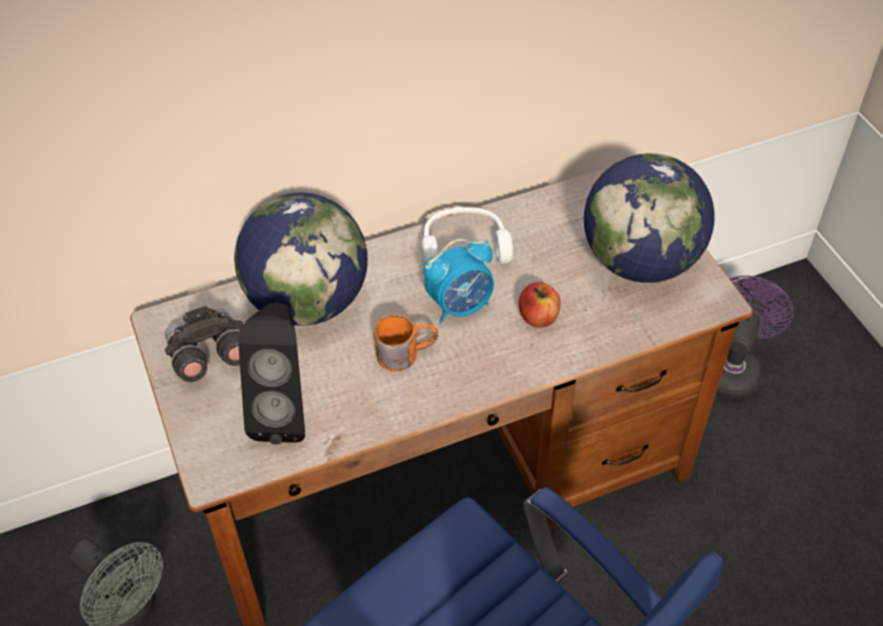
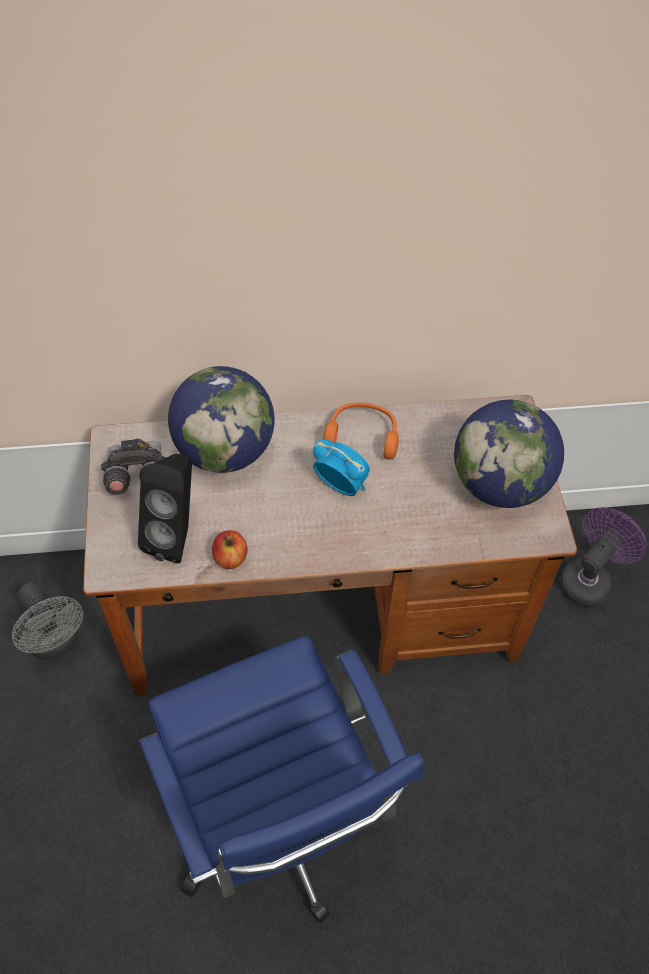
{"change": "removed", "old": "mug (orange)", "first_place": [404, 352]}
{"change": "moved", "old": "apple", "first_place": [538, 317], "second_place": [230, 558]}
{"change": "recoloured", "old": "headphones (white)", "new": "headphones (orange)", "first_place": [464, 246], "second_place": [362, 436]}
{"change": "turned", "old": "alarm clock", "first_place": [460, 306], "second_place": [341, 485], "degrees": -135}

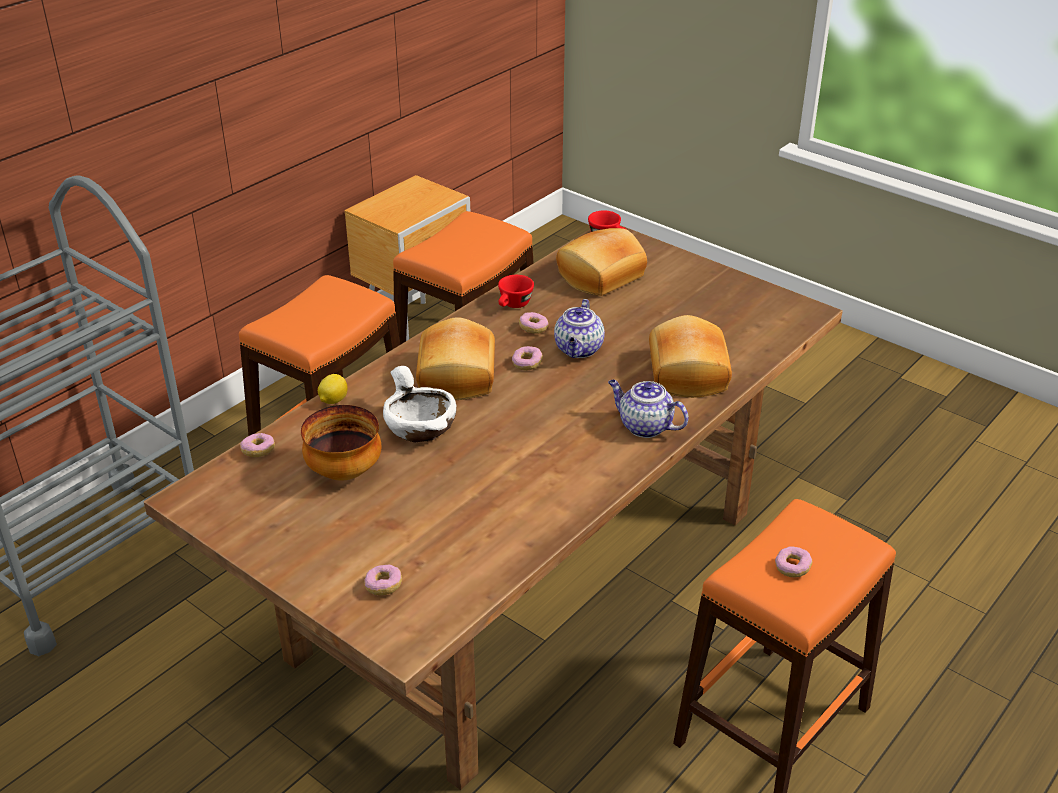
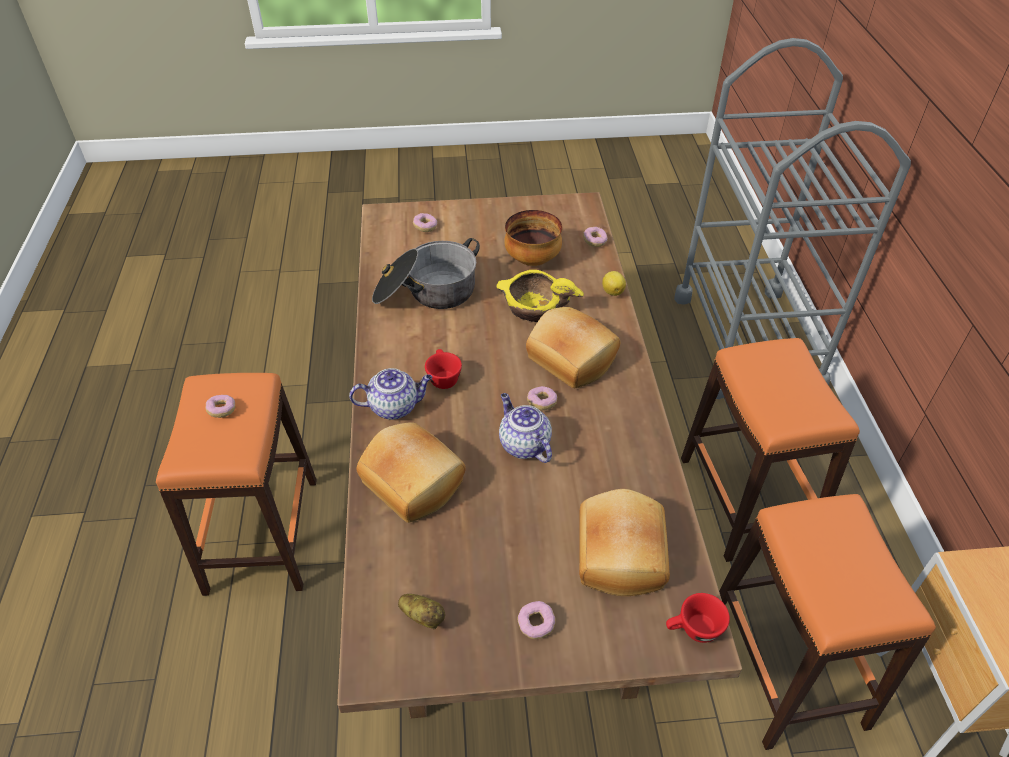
{"change": "added", "new": "cooking pot", "second_place": [426, 292]}
{"change": "added", "new": "potato", "second_place": [423, 616]}
{"change": "moved", "old": "cup (red)", "first_place": [513, 305], "second_place": [442, 377]}
{"change": "moved", "old": "donut", "first_place": [533, 328], "second_place": [536, 624]}
{"change": "recoloured", "old": "bowl (white)", "new": "bowl (yellow)", "first_place": [420, 428], "second_place": [534, 309]}

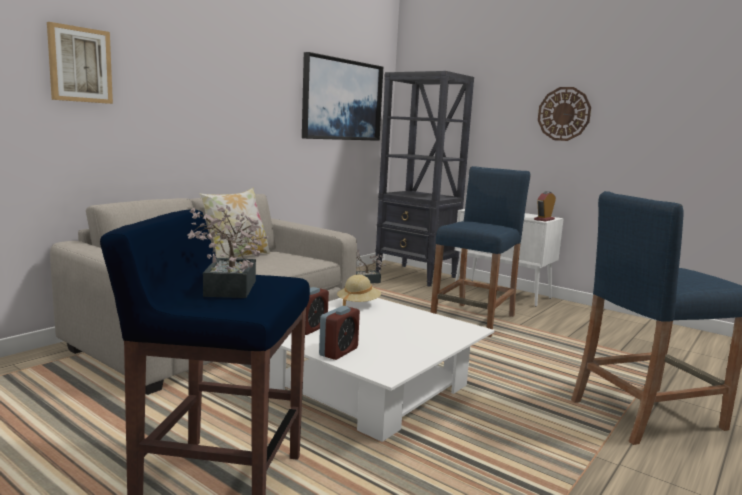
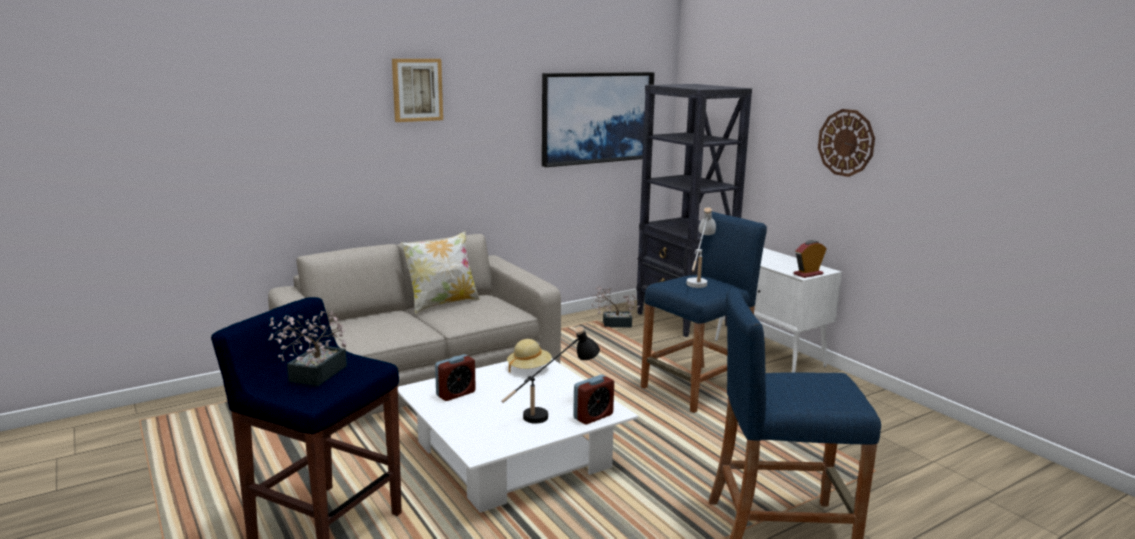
{"change": "added", "new": "table lamp (black)", "second_place": [550, 412]}
{"change": "added", "new": "table lamp (white)", "second_place": [699, 280]}
{"change": "moved", "old": "picture", "first_place": [80, 65], "second_place": [417, 90]}
{"change": "moved", "old": "alarm clock", "first_place": [338, 352], "second_place": [593, 416]}

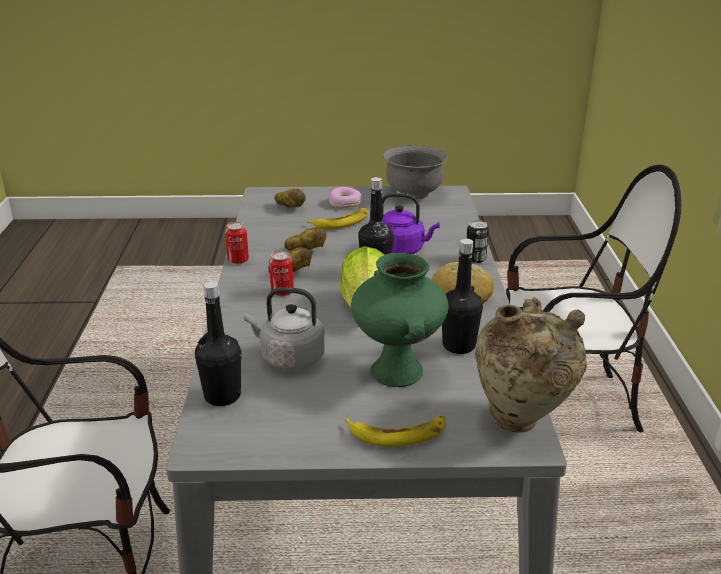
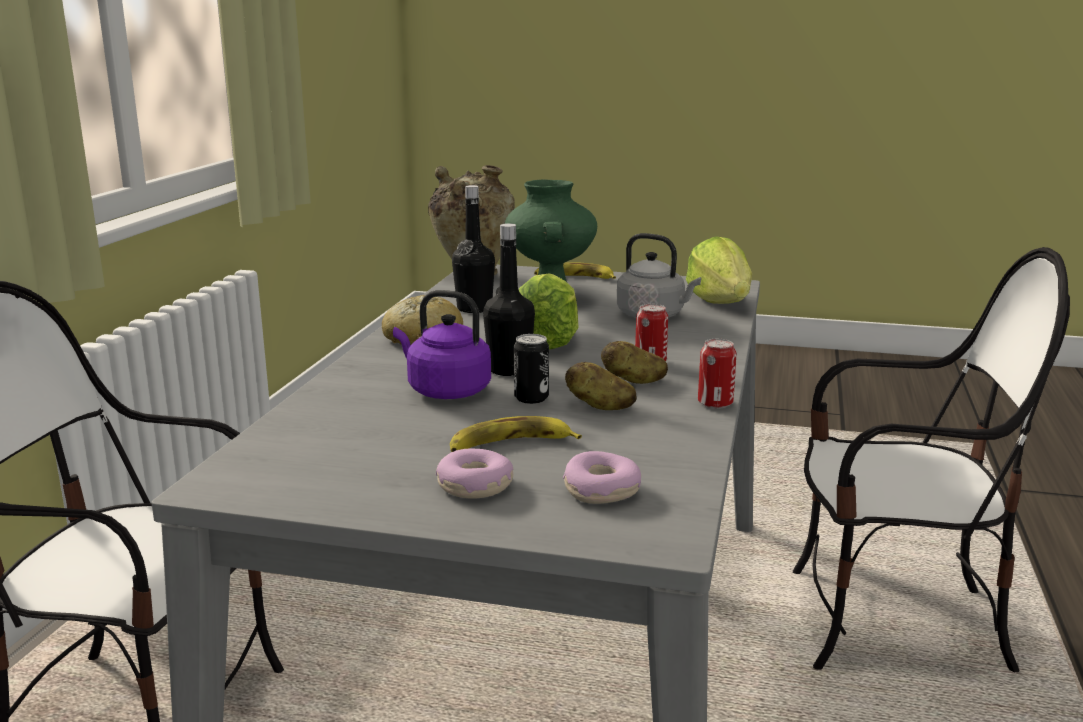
{"change": "removed", "old": "bowl (grey)", "first_place": [414, 193]}
{"change": "moved", "old": "can", "first_place": [475, 259], "second_place": [531, 398]}
{"change": "replaced", "old": "bottle (black)", "new": "lettuce", "first_place": [222, 396], "second_place": [720, 302]}
{"change": "replaced", "old": "potato", "new": "donut", "first_place": [290, 207], "second_place": [601, 490]}

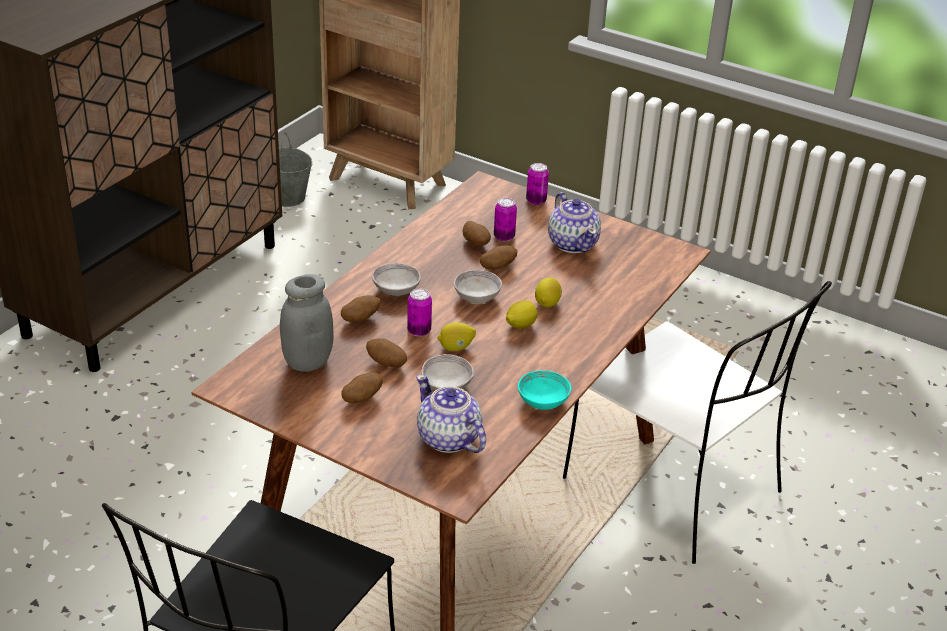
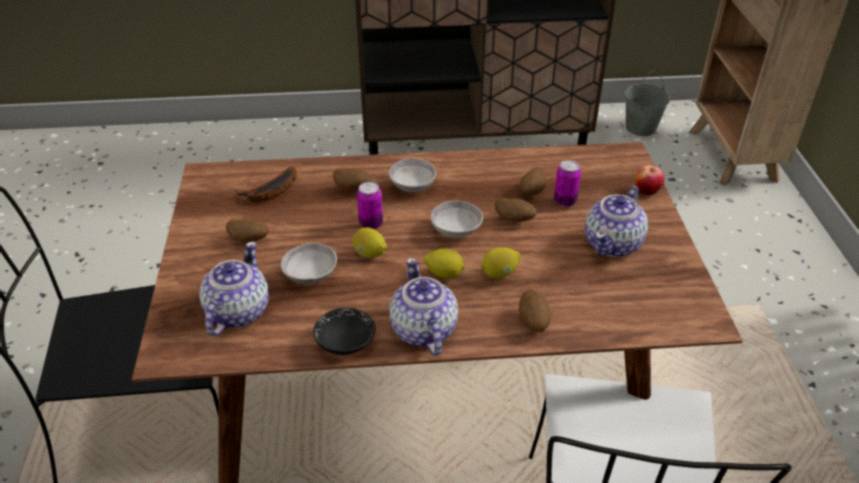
{"change": "added", "new": "teapot", "second_place": [423, 331]}
{"change": "moved", "old": "potato", "first_place": [386, 364], "second_place": [533, 321]}
{"change": "replaced", "old": "jar (grey)", "new": "banana", "first_place": [307, 362], "second_place": [270, 192]}
{"change": "replaced", "old": "can", "new": "apple", "first_place": [536, 201], "second_place": [646, 191]}
{"change": "recoloured", "old": "bowl (turquoise)", "new": "bowl (black)", "first_place": [543, 401], "second_place": [345, 343]}

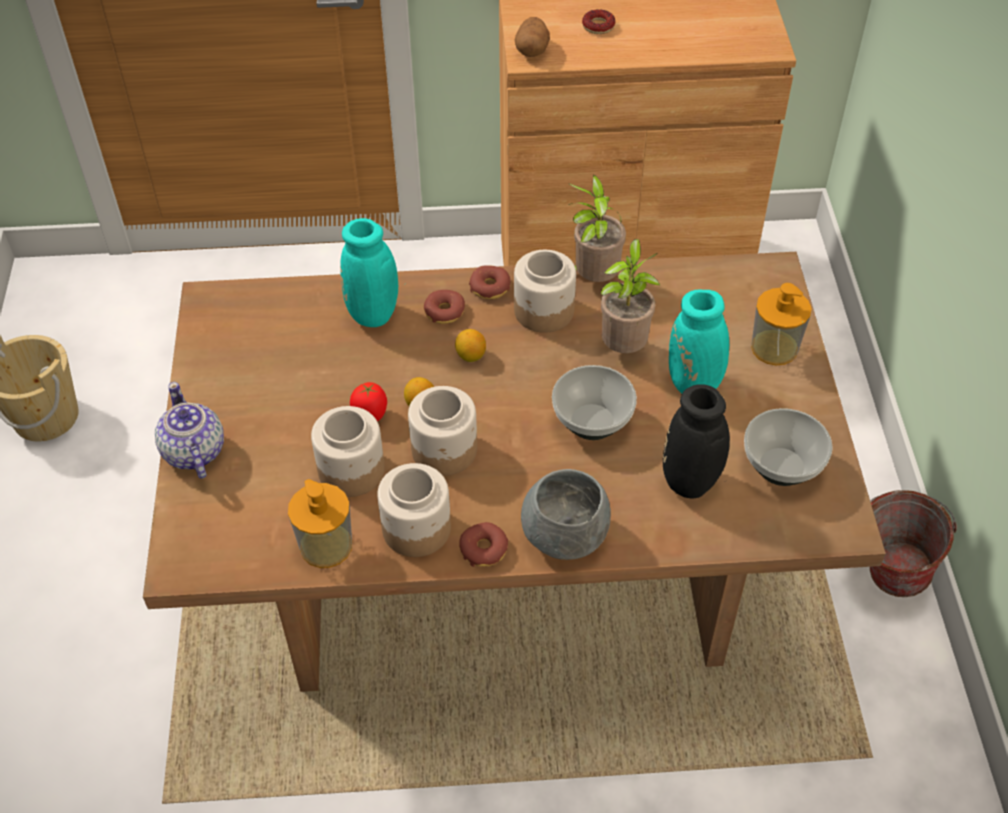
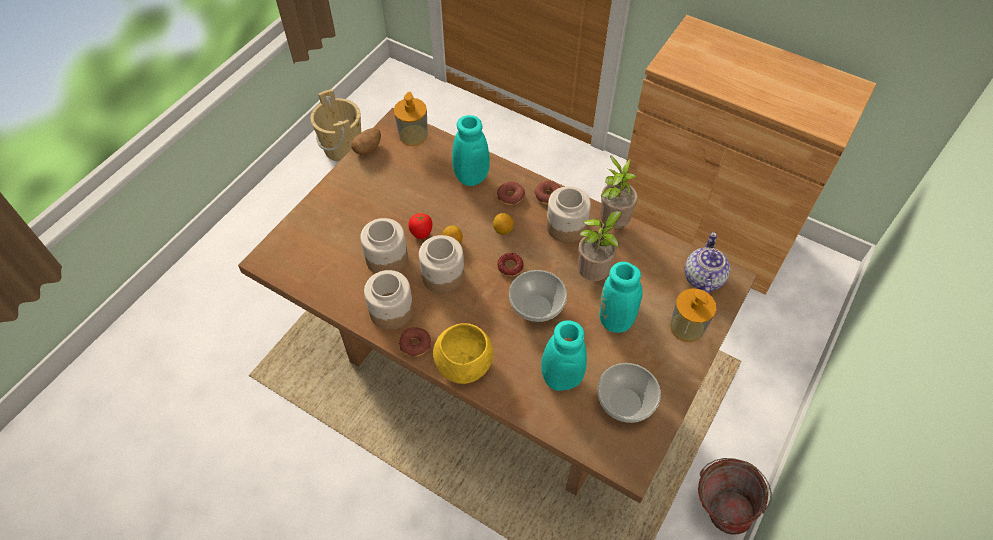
{"change": "moved", "old": "teapot", "first_place": [193, 452], "second_place": [702, 278]}
{"change": "moved", "old": "soap dispenser", "first_place": [326, 545], "second_place": [413, 135]}
{"change": "moved", "old": "potato", "first_place": [532, 50], "second_place": [368, 149]}
{"change": "moved", "old": "donut", "first_place": [598, 26], "second_place": [510, 267]}
{"change": "recoloured", "old": "bowl (grey)", "new": "bowl (yellow)", "first_place": [565, 536], "second_place": [464, 365]}
{"change": "recoloured", "old": "vase (black)", "new": "vase (turquoise)", "first_place": [689, 486], "second_place": [558, 380]}

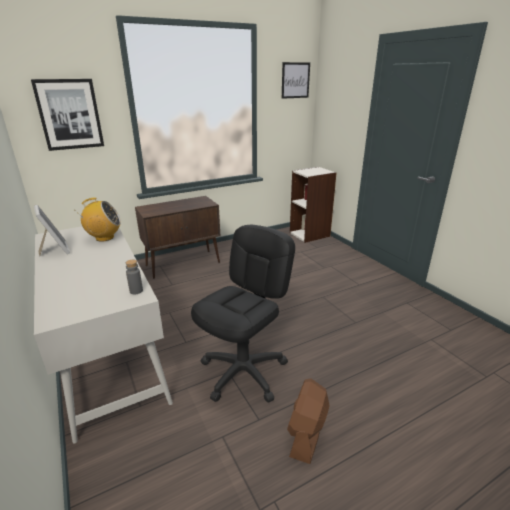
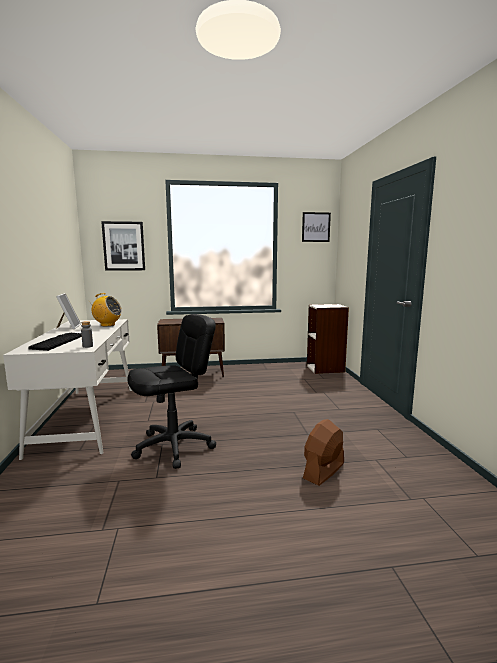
{"change": "added", "new": "keyboard", "second_place": [57, 342]}
{"change": "moved", "old": "fan (brown)", "first_place": [306, 434], "second_place": [323, 471]}

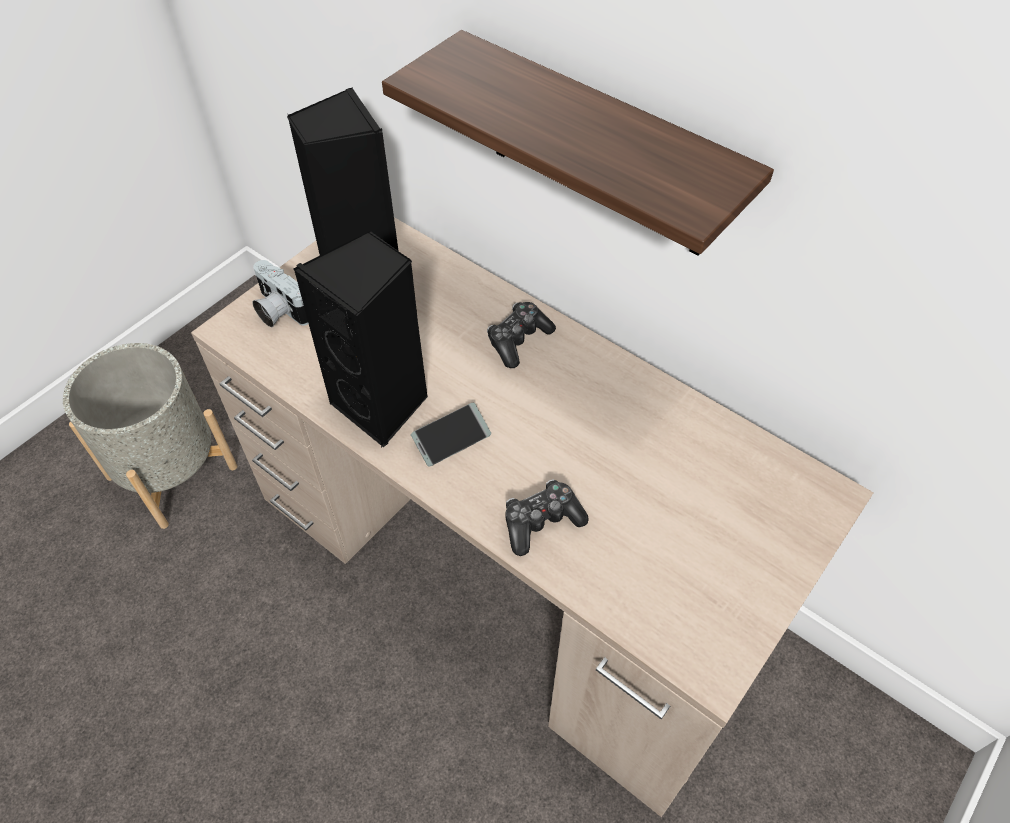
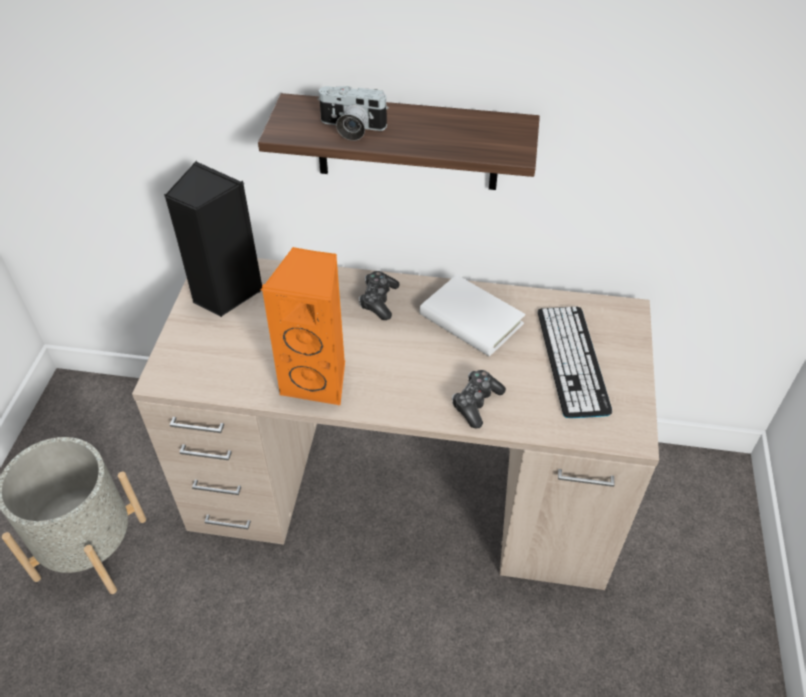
{"change": "removed", "old": "phone", "first_place": [451, 439]}
{"change": "added", "new": "book (white)", "second_place": [471, 319]}
{"change": "added", "new": "keyboard", "second_place": [572, 360]}
{"change": "moved", "old": "photo camera", "first_place": [279, 310], "second_place": [351, 128]}
{"change": "recoloured", "old": "speaker (black)", "new": "speaker (orange)", "first_place": [383, 405], "second_place": [318, 380]}

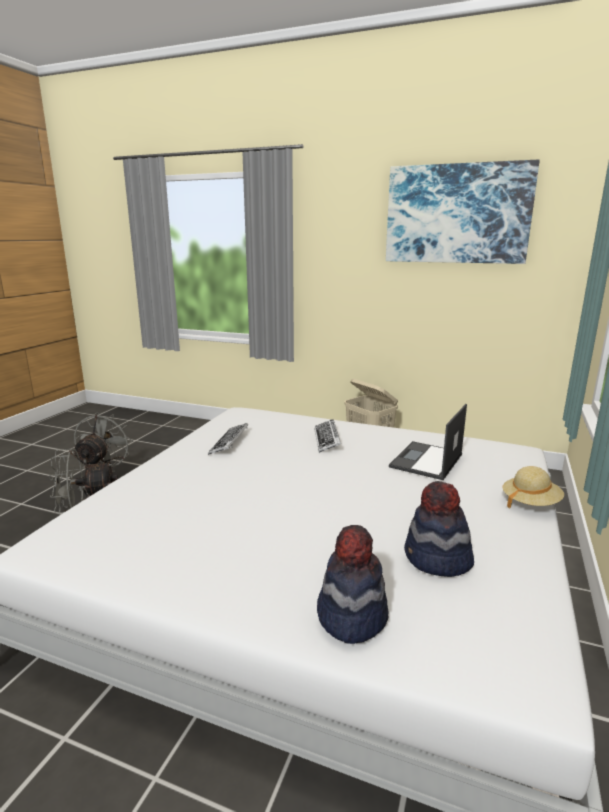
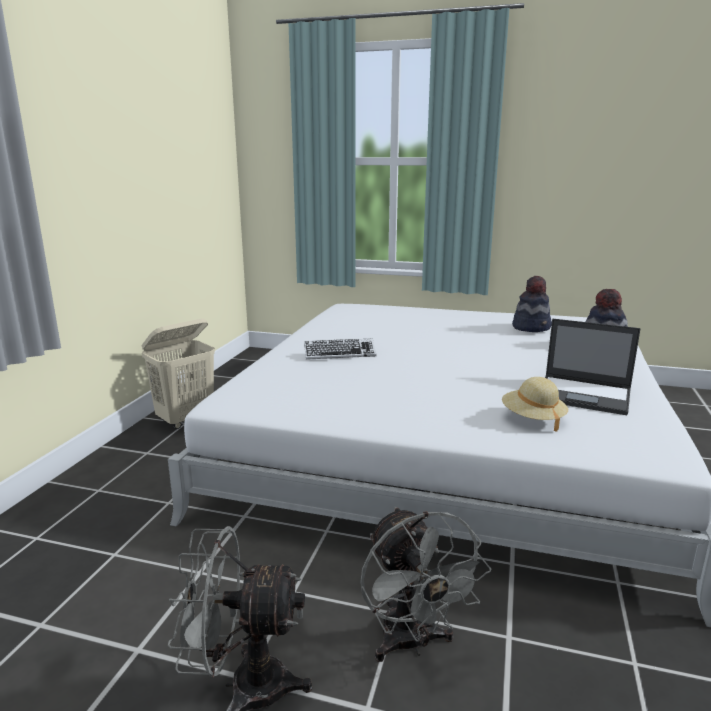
{"change": "removed", "old": "keyboard", "first_place": [229, 443]}
{"change": "removed", "old": "picture", "first_place": [457, 214]}
{"change": "moved", "old": "laptop", "first_place": [426, 461], "second_place": [585, 395]}
{"change": "moved", "old": "hat (beige)", "first_place": [530, 503], "second_place": [532, 419]}

